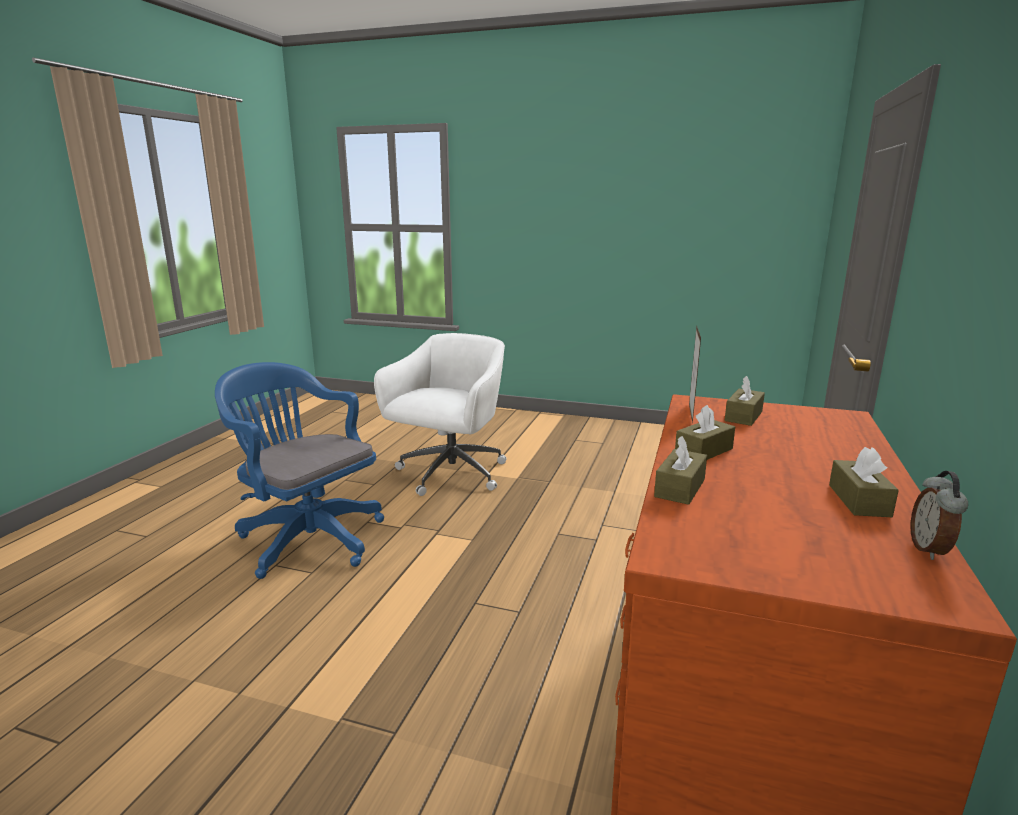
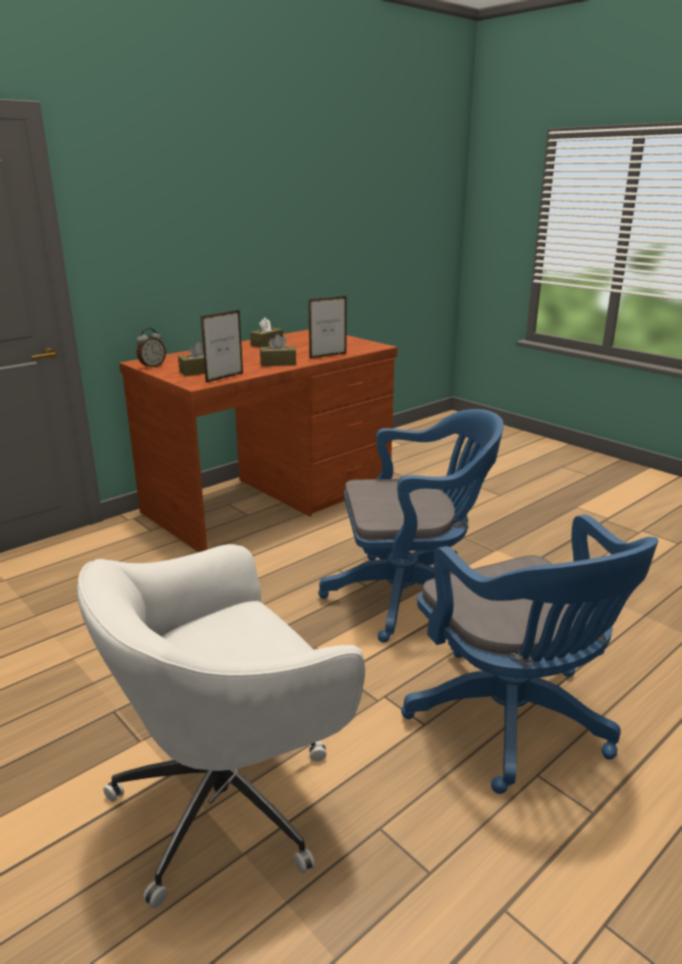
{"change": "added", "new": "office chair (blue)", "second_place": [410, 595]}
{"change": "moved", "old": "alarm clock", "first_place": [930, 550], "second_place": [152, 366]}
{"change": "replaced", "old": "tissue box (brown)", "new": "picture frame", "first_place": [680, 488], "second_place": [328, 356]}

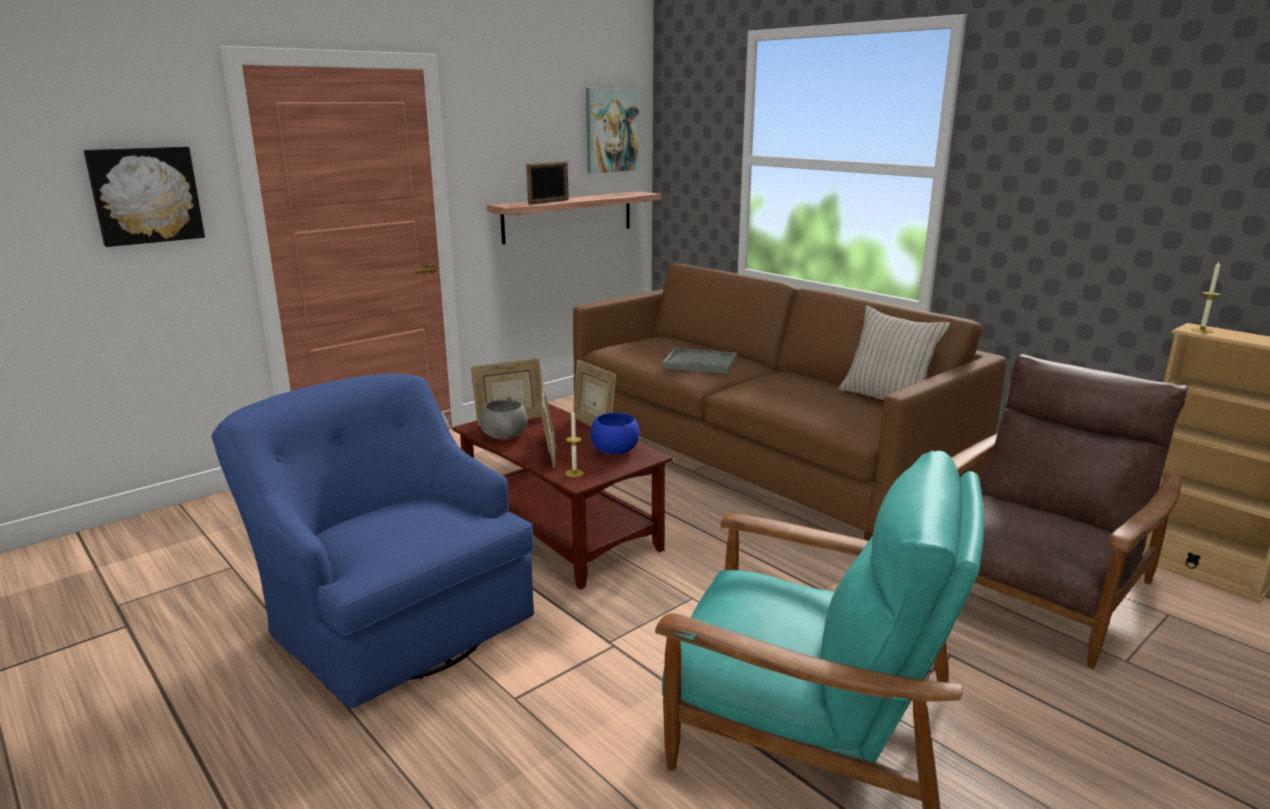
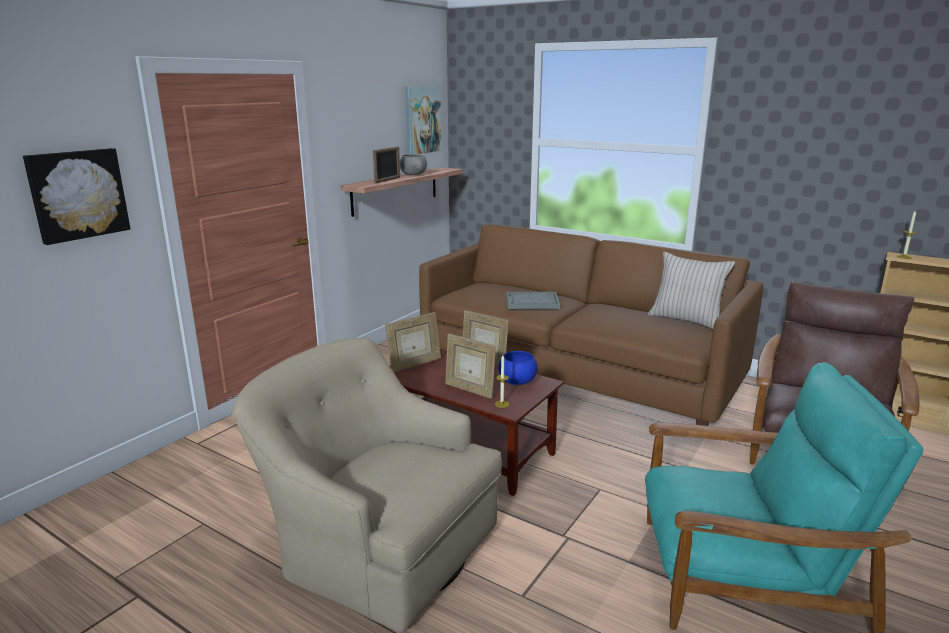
{"change": "moved", "old": "bowl (grey)", "first_place": [504, 436], "second_place": [413, 175]}
{"change": "recoloured", "old": "armchair (blue)", "new": "armchair (beige)", "first_place": [392, 617], "second_place": [377, 545]}
{"change": "turned", "old": "picture frame", "first_place": [549, 454], "second_place": [469, 390], "degrees": 150}

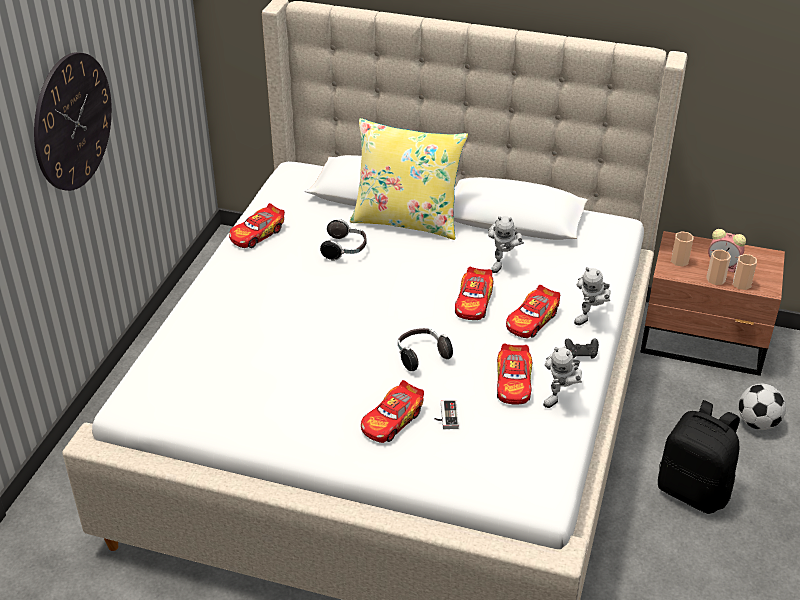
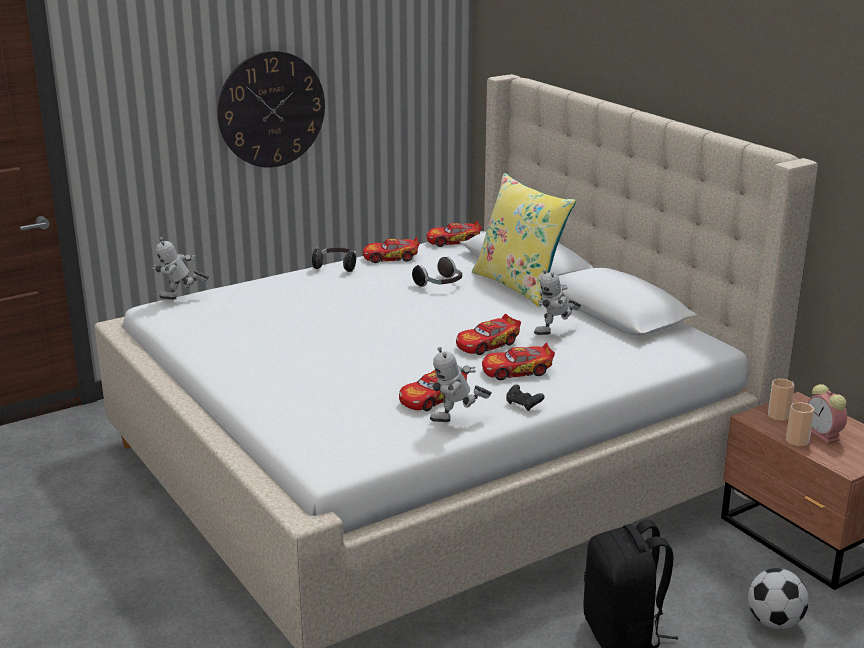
{"change": "removed", "old": "game controller", "first_place": [445, 416]}
{"change": "removed", "old": "cup", "first_place": [741, 284]}
{"change": "moved", "old": "toy car", "first_place": [392, 421], "second_place": [453, 241]}
{"change": "moved", "old": "headphones", "first_place": [421, 356], "second_place": [336, 267]}
{"change": "moved", "old": "toy robot", "first_place": [591, 317], "second_place": [181, 299]}

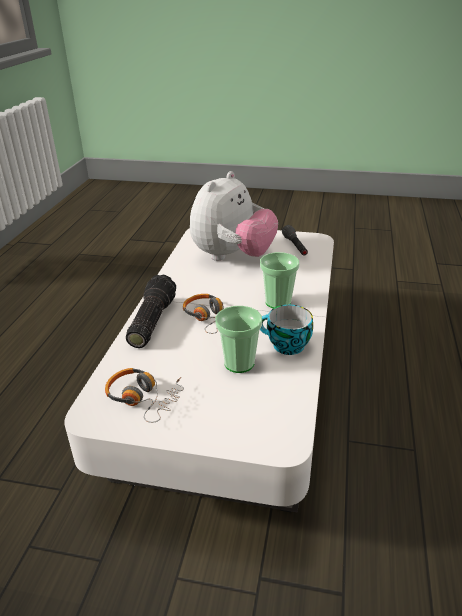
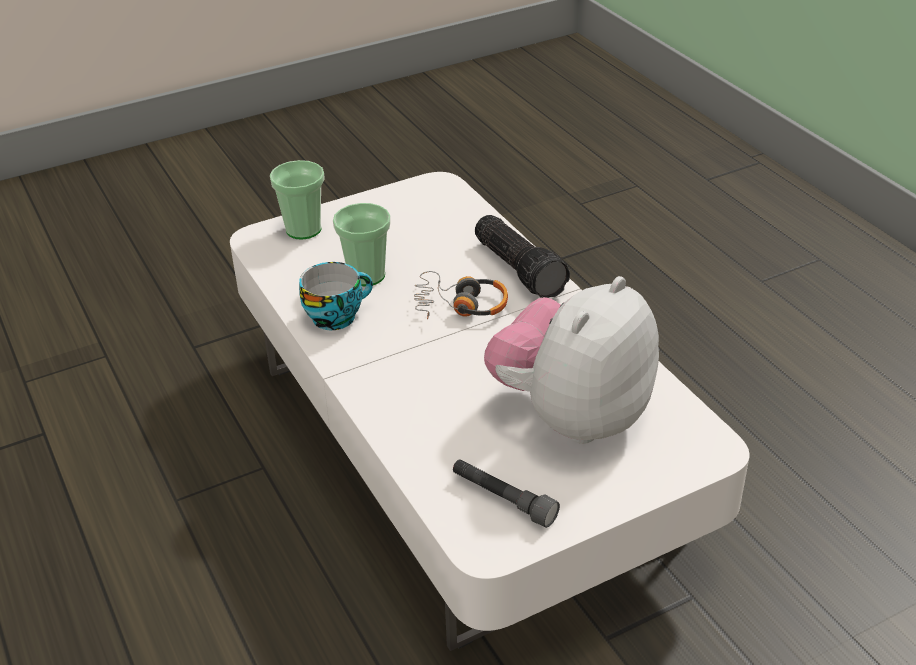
{"change": "removed", "old": "headphones", "first_place": [144, 398]}
{"change": "moved", "old": "cup", "first_place": [278, 302], "second_place": [303, 229]}
{"change": "turned", "old": "plush toy", "first_place": [232, 257], "second_place": [572, 416], "degrees": 45}

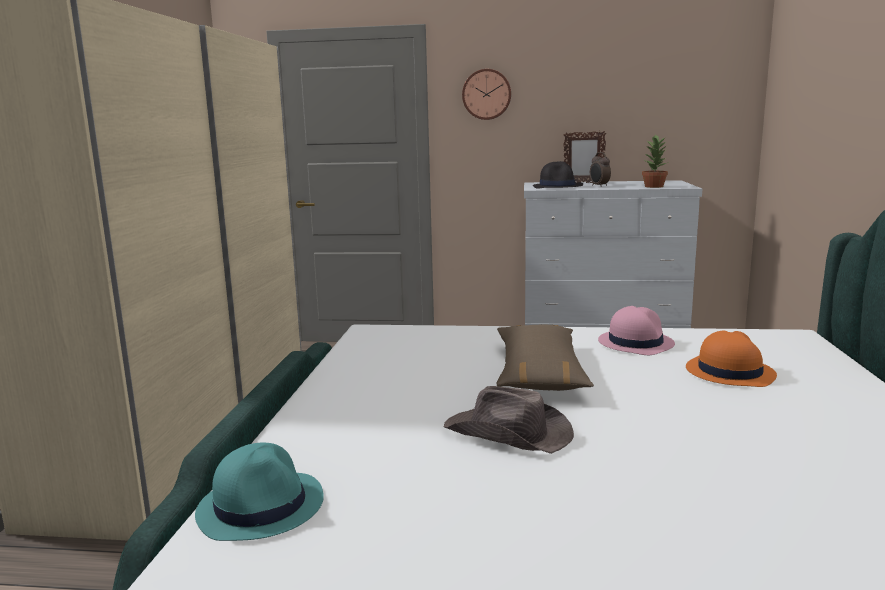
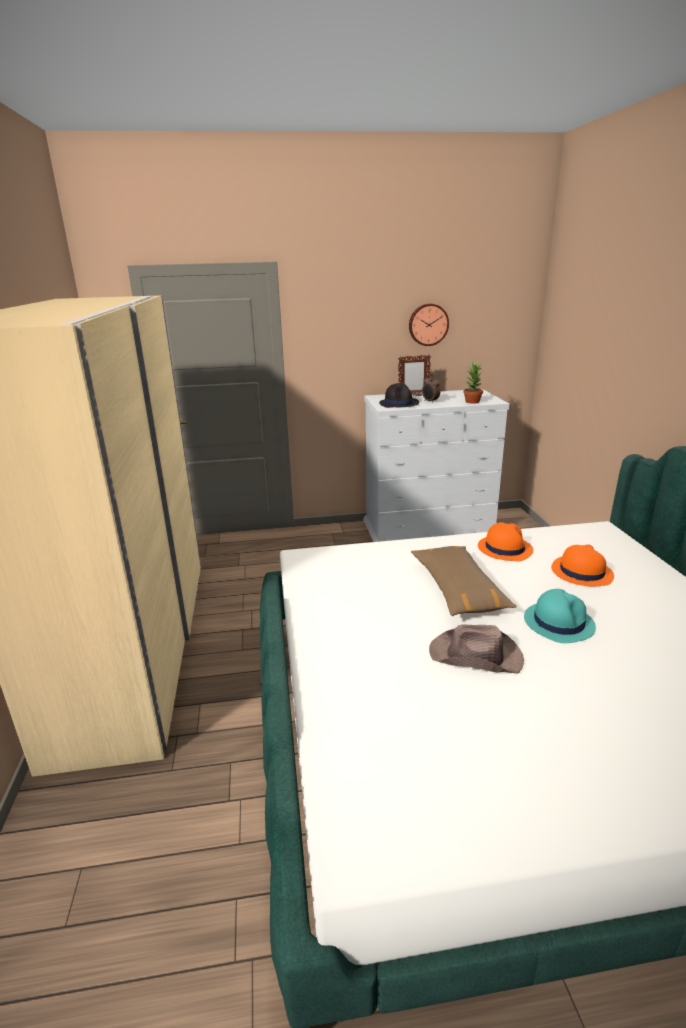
{"change": "moved", "old": "hat (turquoise)", "first_place": [261, 506], "second_place": [558, 622]}
{"change": "moved", "old": "wall clock", "first_place": [486, 94], "second_place": [428, 324]}
{"change": "recoloured", "old": "hat (pink)", "new": "hat (orange)", "first_place": [635, 343], "second_place": [504, 548]}

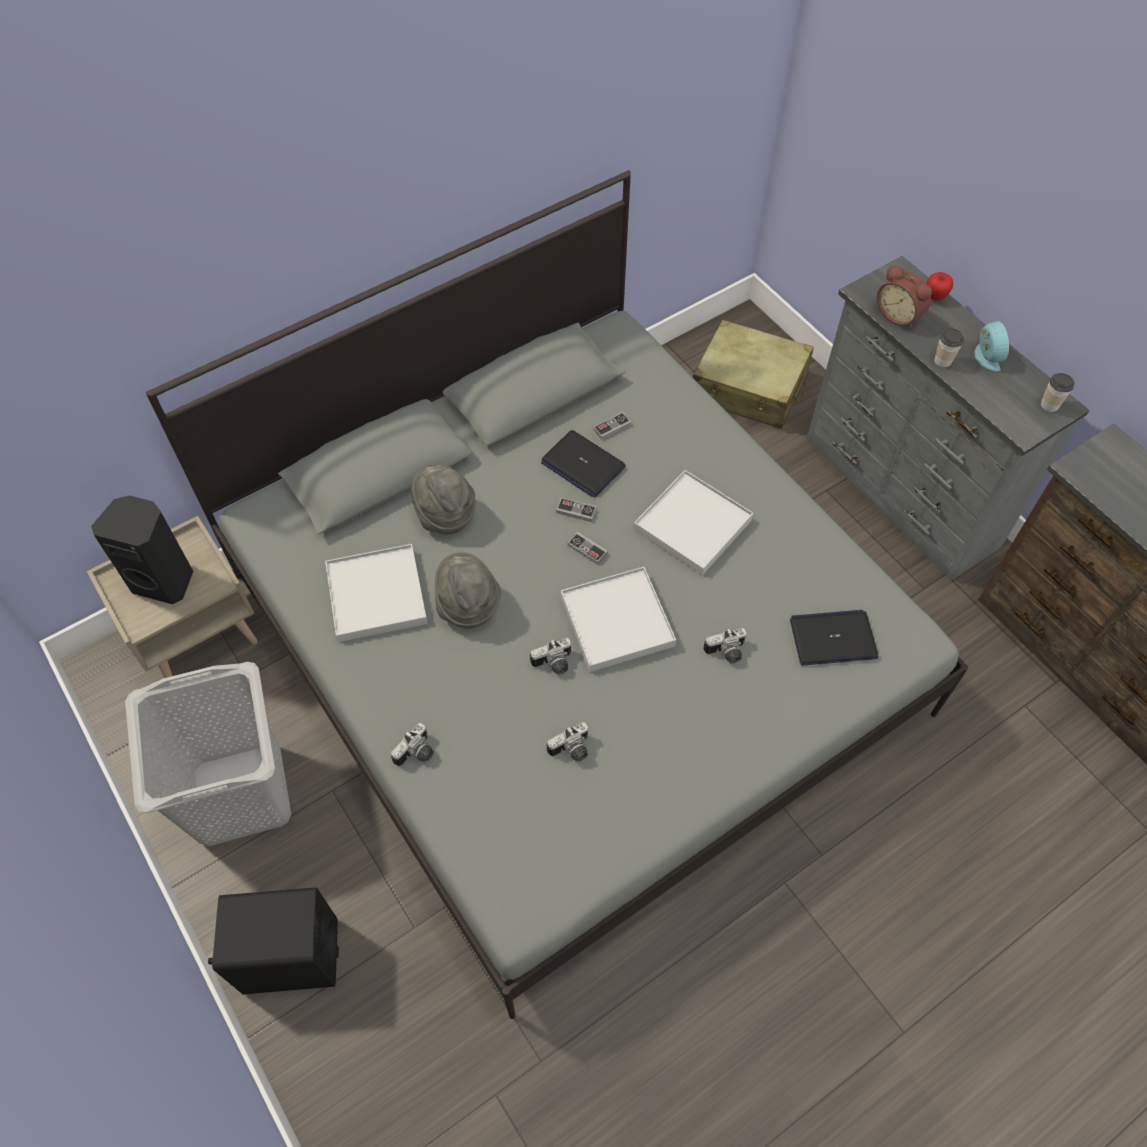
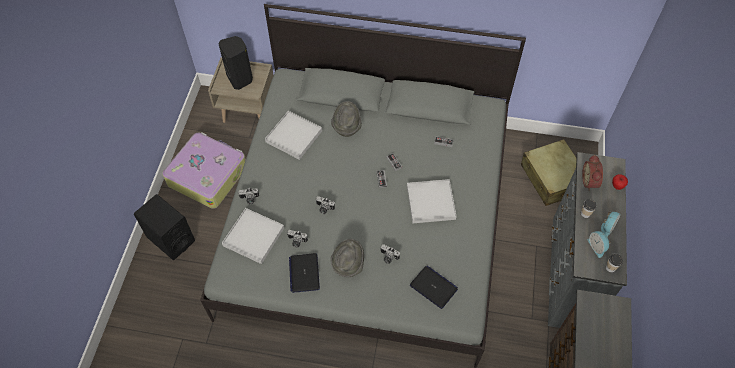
{"change": "added", "new": "alarm clock", "second_place": [597, 247]}
{"change": "moved", "old": "hat (grey)", "first_place": [467, 605], "second_place": [348, 264]}
{"change": "moved", "old": "laptop", "first_place": [582, 464], "second_place": [304, 273]}
{"change": "moved", "old": "tray (white)", "first_place": [617, 621], "second_place": [253, 237]}
{"change": "replaced", "old": "laundry basket (grey)", "new": "suitcase", "first_place": [240, 795], "second_place": [207, 175]}

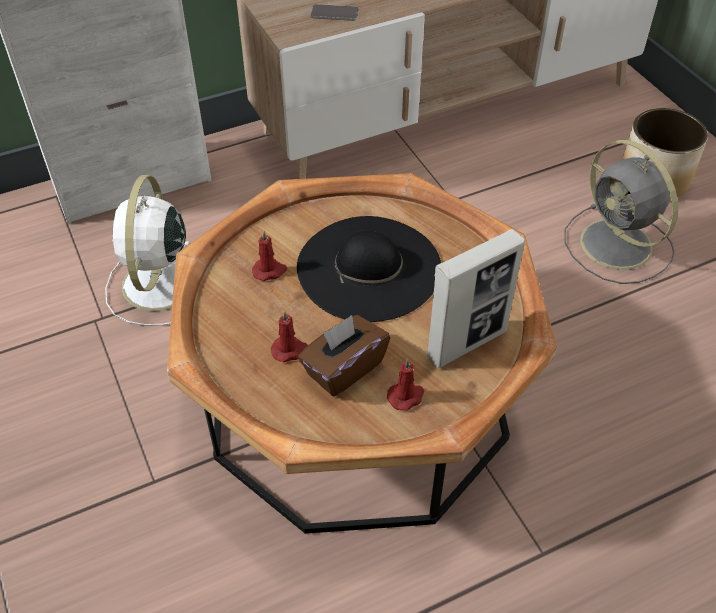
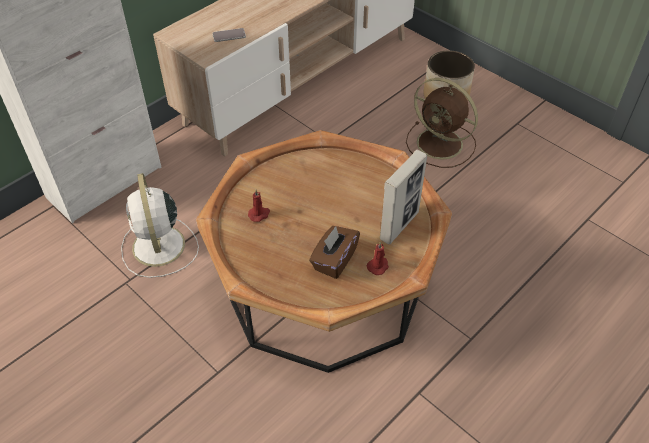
{"change": "removed", "old": "candle (red)", "first_place": [290, 350]}
{"change": "removed", "old": "hat (black)", "first_place": [369, 267]}
{"change": "recoloured", "old": "fan (grey)", "new": "fan (brown)", "first_place": [618, 246], "second_place": [441, 144]}

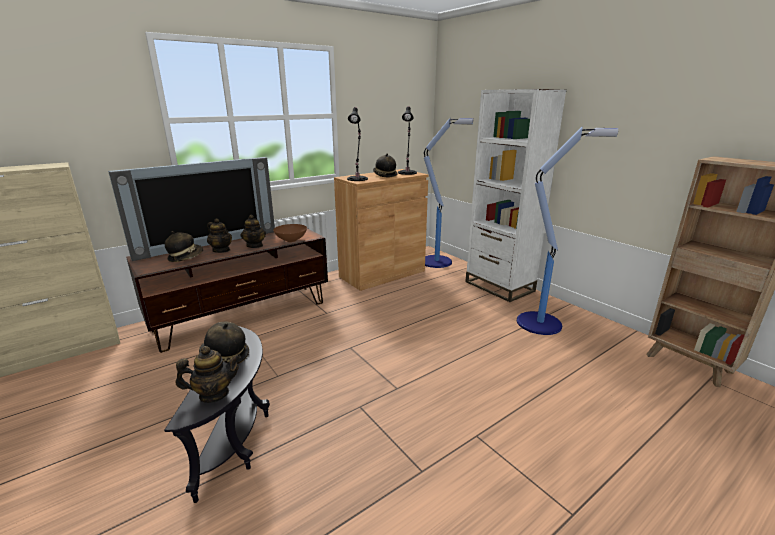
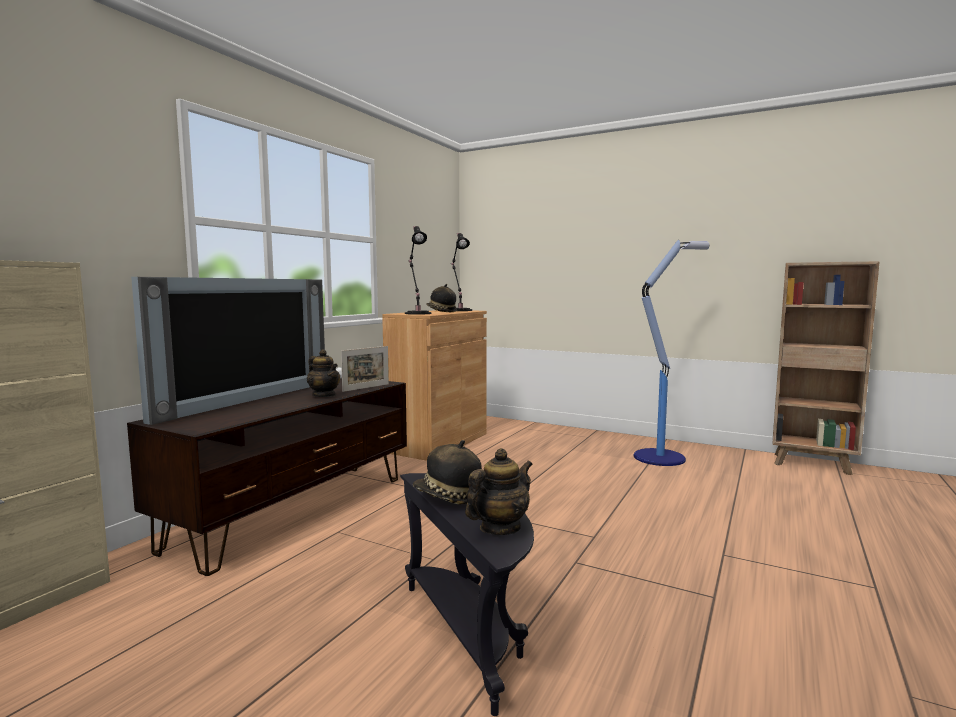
{"change": "removed", "old": "hat", "first_place": [186, 257]}
{"change": "removed", "old": "teapot", "first_place": [221, 250]}
{"change": "removed", "old": "floor lamp", "first_place": [437, 262]}
{"change": "removed", "old": "bookcase (white)", "first_place": [499, 286]}
{"change": "replaced", "old": "bowl (brown)", "new": "picture frame", "first_place": [291, 240], "second_place": [366, 387]}

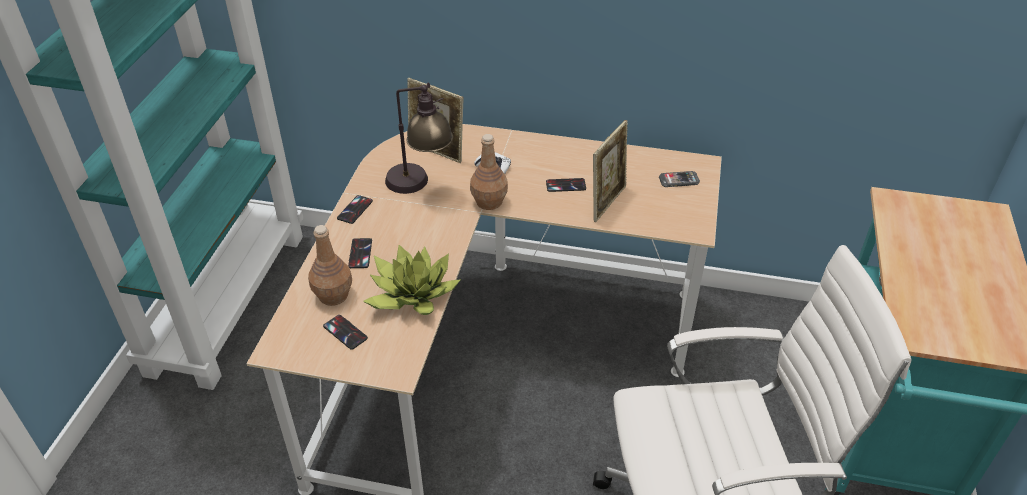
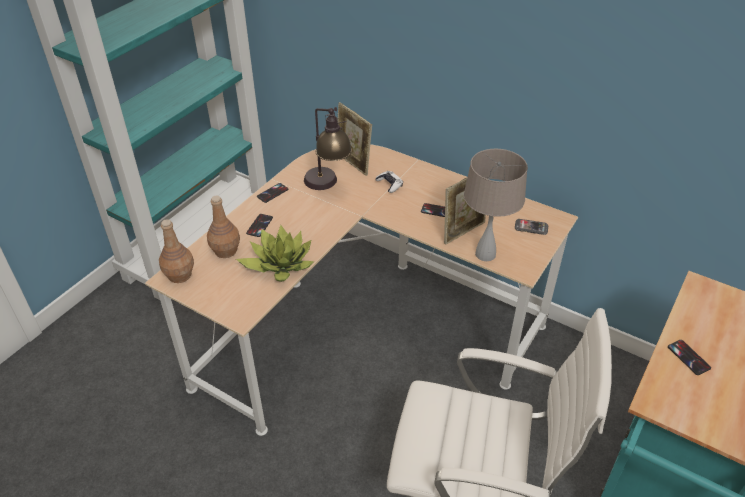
{"change": "added", "new": "table lamp (beige)", "second_place": [485, 254]}
{"change": "moved", "old": "phone", "first_place": [345, 332], "second_place": [688, 357]}
{"change": "moved", "old": "bottle (brown)", "first_place": [489, 201], "second_place": [179, 275]}

